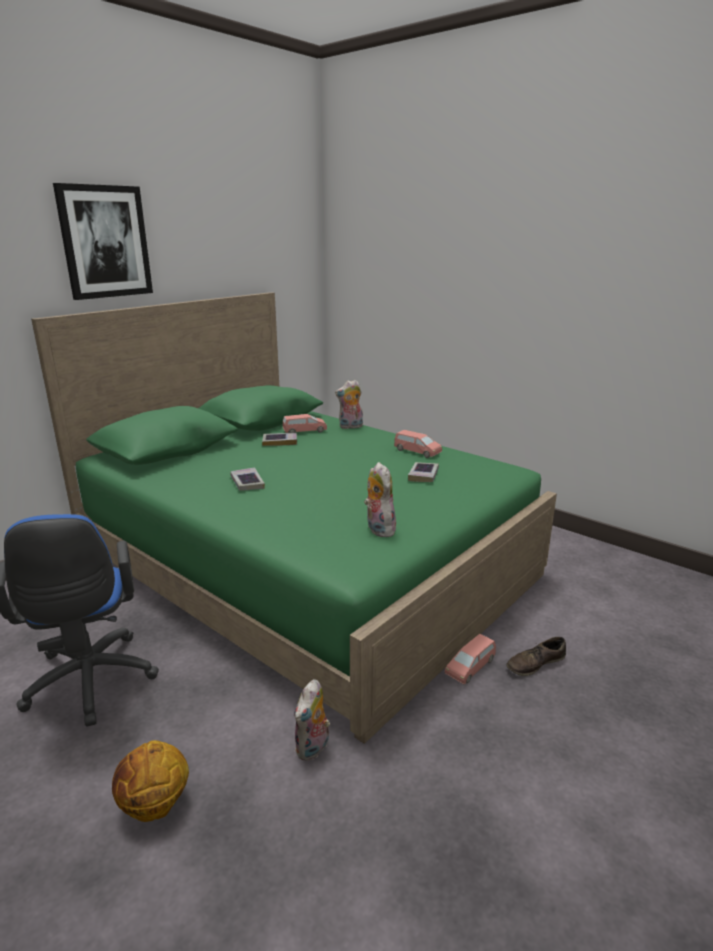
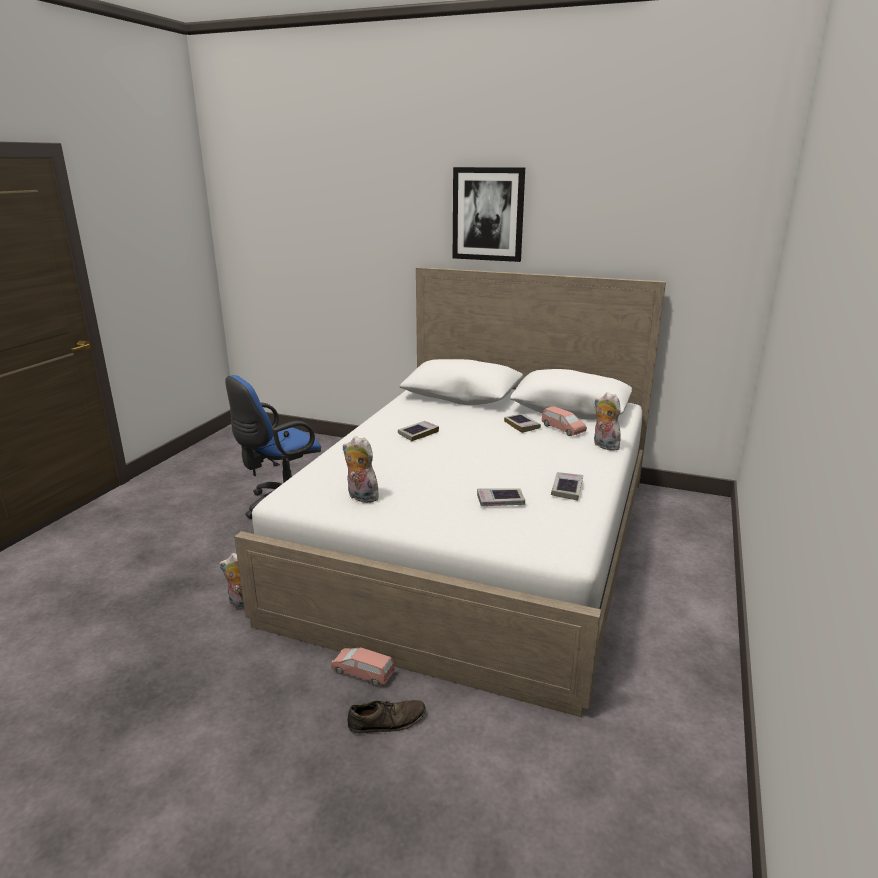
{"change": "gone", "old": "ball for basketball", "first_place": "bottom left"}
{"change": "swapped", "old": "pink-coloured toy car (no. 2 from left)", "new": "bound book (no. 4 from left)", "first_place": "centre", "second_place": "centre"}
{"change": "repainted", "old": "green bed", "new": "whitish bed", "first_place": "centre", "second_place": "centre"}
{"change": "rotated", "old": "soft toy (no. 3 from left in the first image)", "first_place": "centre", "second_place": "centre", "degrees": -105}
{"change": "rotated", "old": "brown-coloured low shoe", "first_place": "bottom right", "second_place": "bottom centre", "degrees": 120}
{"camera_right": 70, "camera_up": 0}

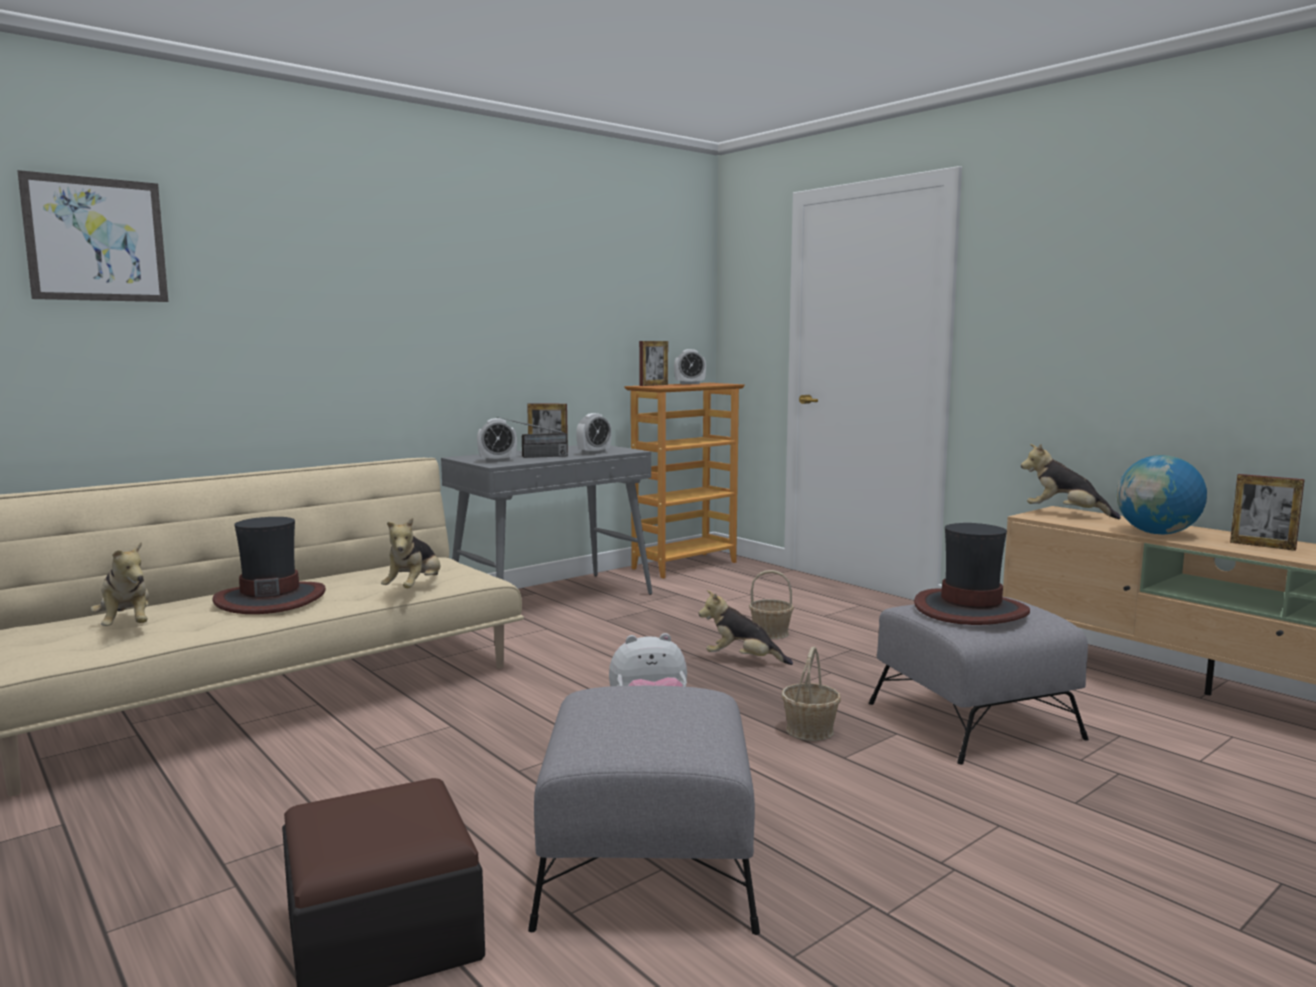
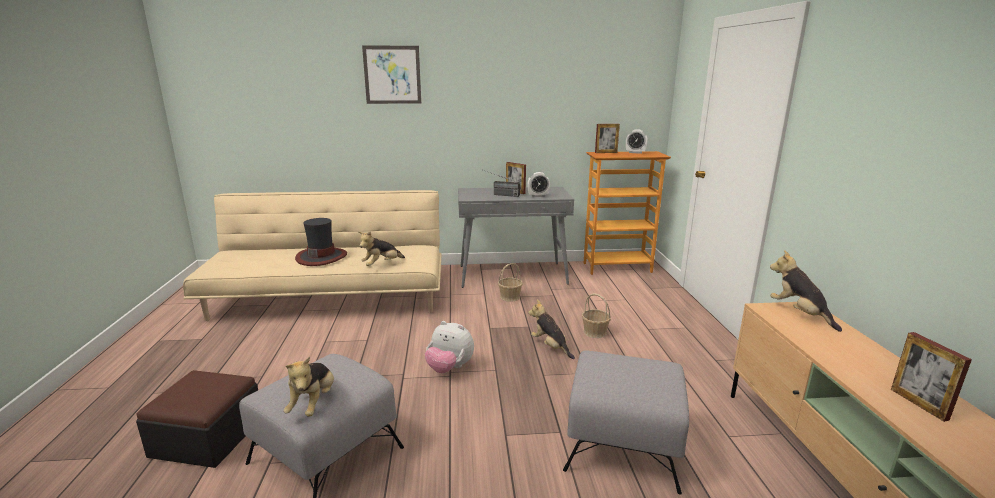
{"change": "gone", "old": "bedside clock (no. 1 from left)", "first_place": "centre"}
{"change": "gone", "old": "hat (no. 2 from left)", "first_place": "middle right"}
{"change": "gone", "old": "globe", "first_place": "middle right"}
{"change": "shifted", "old": "wall art", "first_place": "top left", "second_place": "top centre"}
{"change": "shifted", "old": "soft toy (no. 1 from left)", "first_place": "middle left", "second_place": "bottom left"}
{"change": "shifted", "old": "household basket (no. 2 from left in the first image)", "new": "household basket (no. 1 from left)", "first_place": "bottom centre", "second_place": "centre"}
{"camera_right": 35, "camera_up": 10}

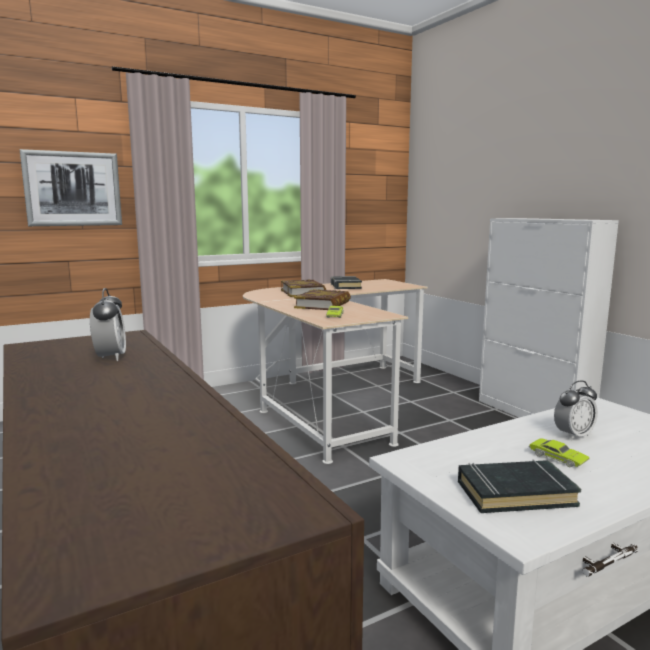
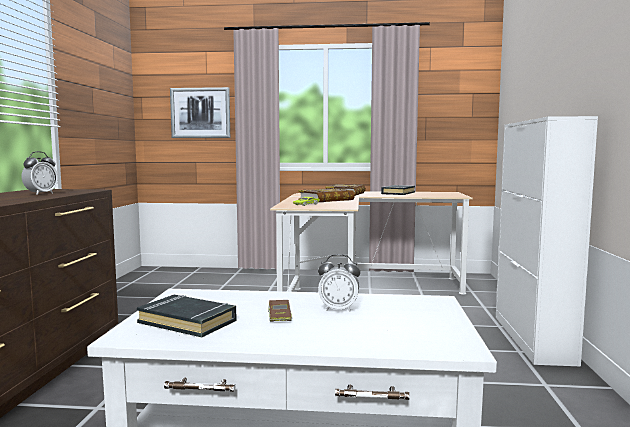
{"change": "repainted", "old": "green toy car (no. 2 from left)", "new": "brown-coloured toy car", "first_place": "bottom right", "second_place": "bottom centre"}
{"camera_right": 35, "camera_up": -5}

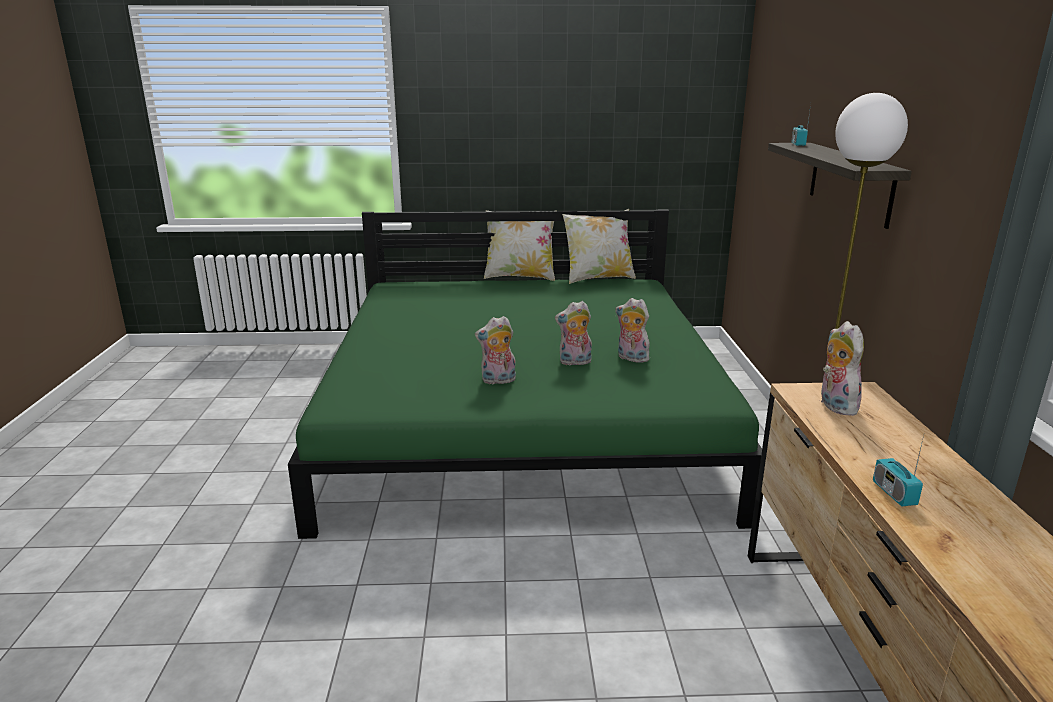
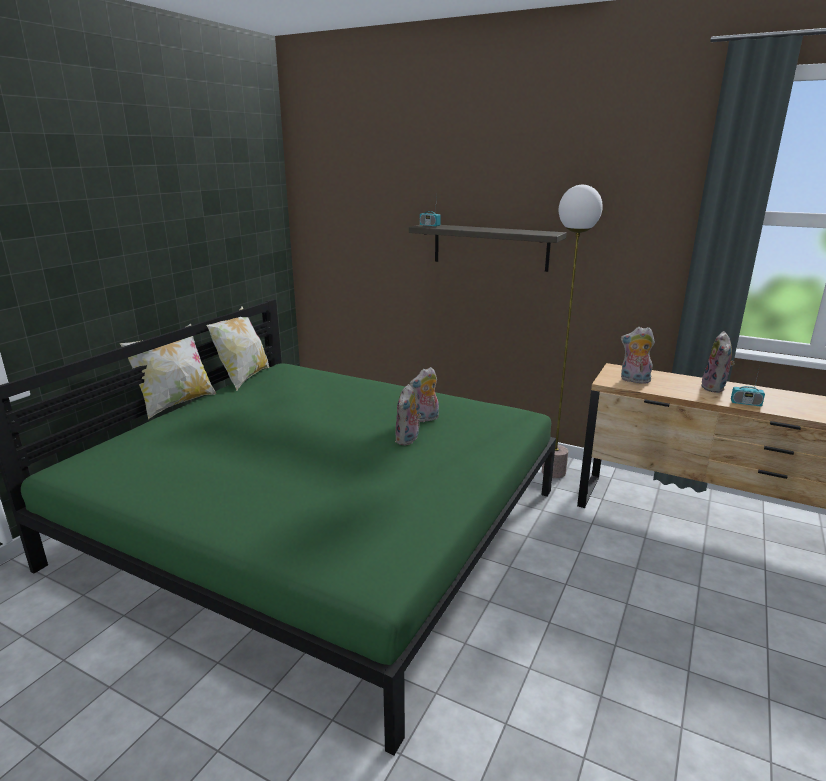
{"change": "shifted", "old": "soft toy (no. 1 from left in the first image)", "new": "soft toy (no. 4 from left)", "first_place": "centre", "second_place": "middle right"}
{"camera_right": -60, "camera_up": 0}

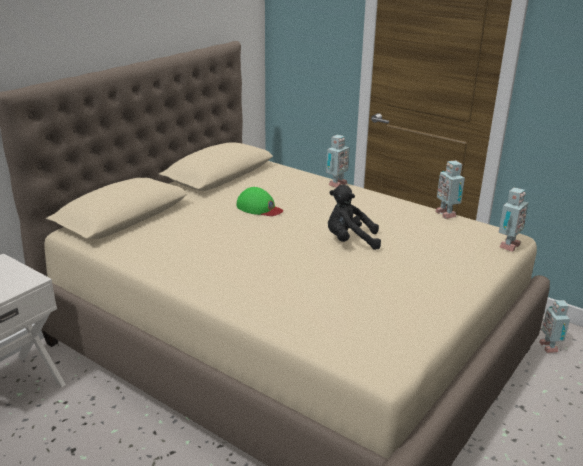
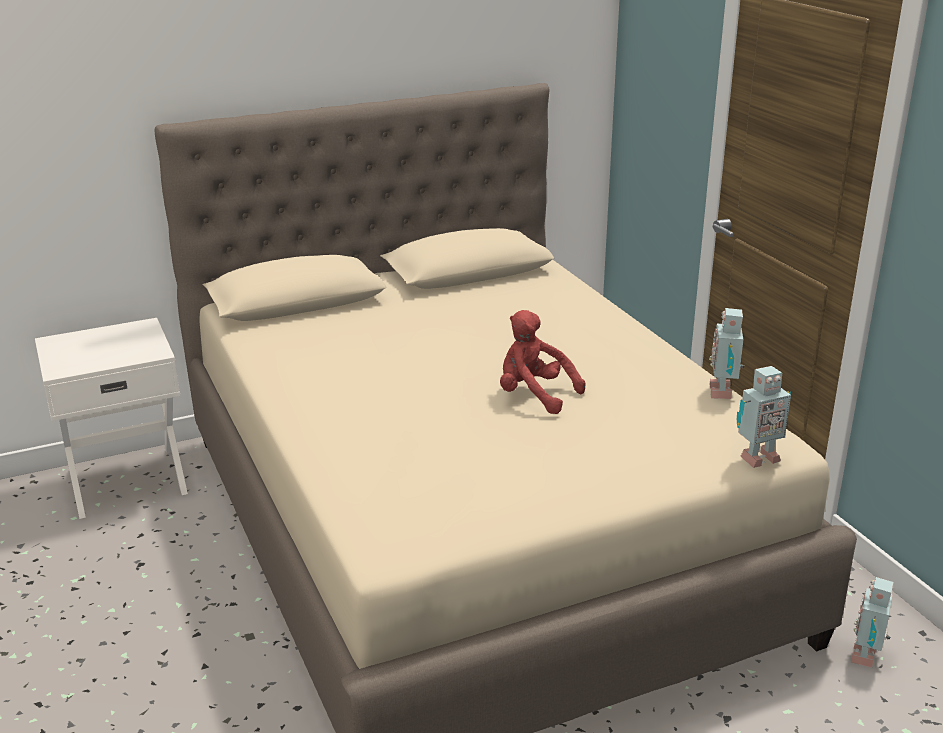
{"change": "gone", "old": "green baseball cap", "first_place": "centre"}
{"change": "gone", "old": "toy robot (no. 1 from left)", "first_place": "centre"}
{"change": "repainted", "old": "blackish soft toy", "new": "reddish soft toy", "first_place": "centre", "second_place": "centre"}
{"camera_right": 30, "camera_up": 0}

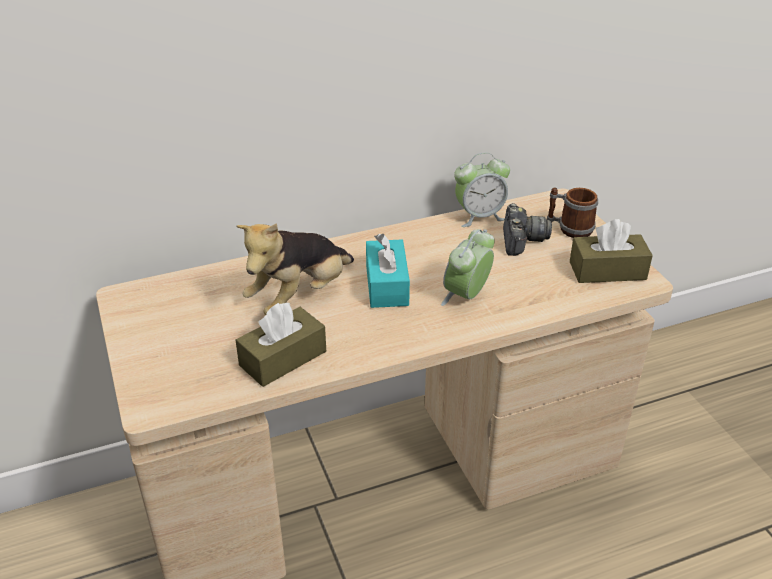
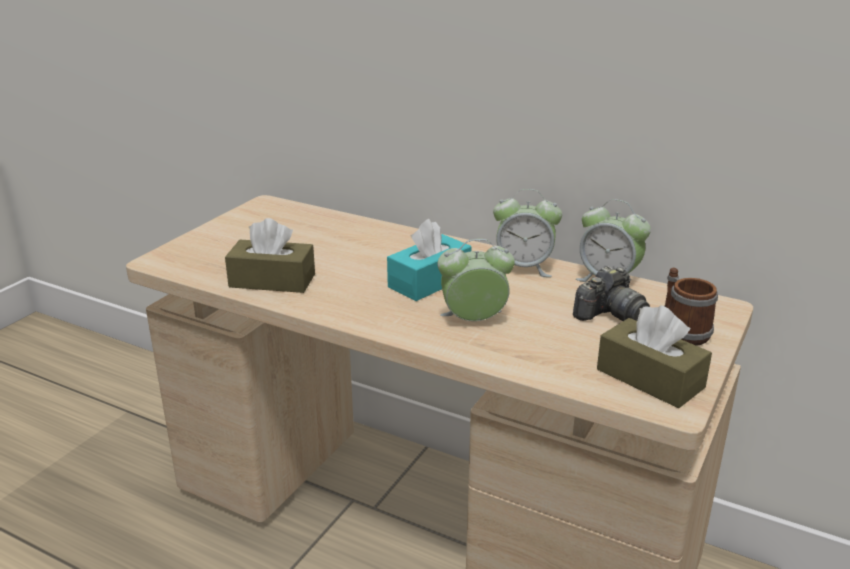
{"change": "gone", "old": "soft toy", "first_place": "centre"}
{"change": "new", "new": "bedside clock (no. 2 from left)", "second_place": "centre"}
{"camera_right": 50, "camera_up": -10}

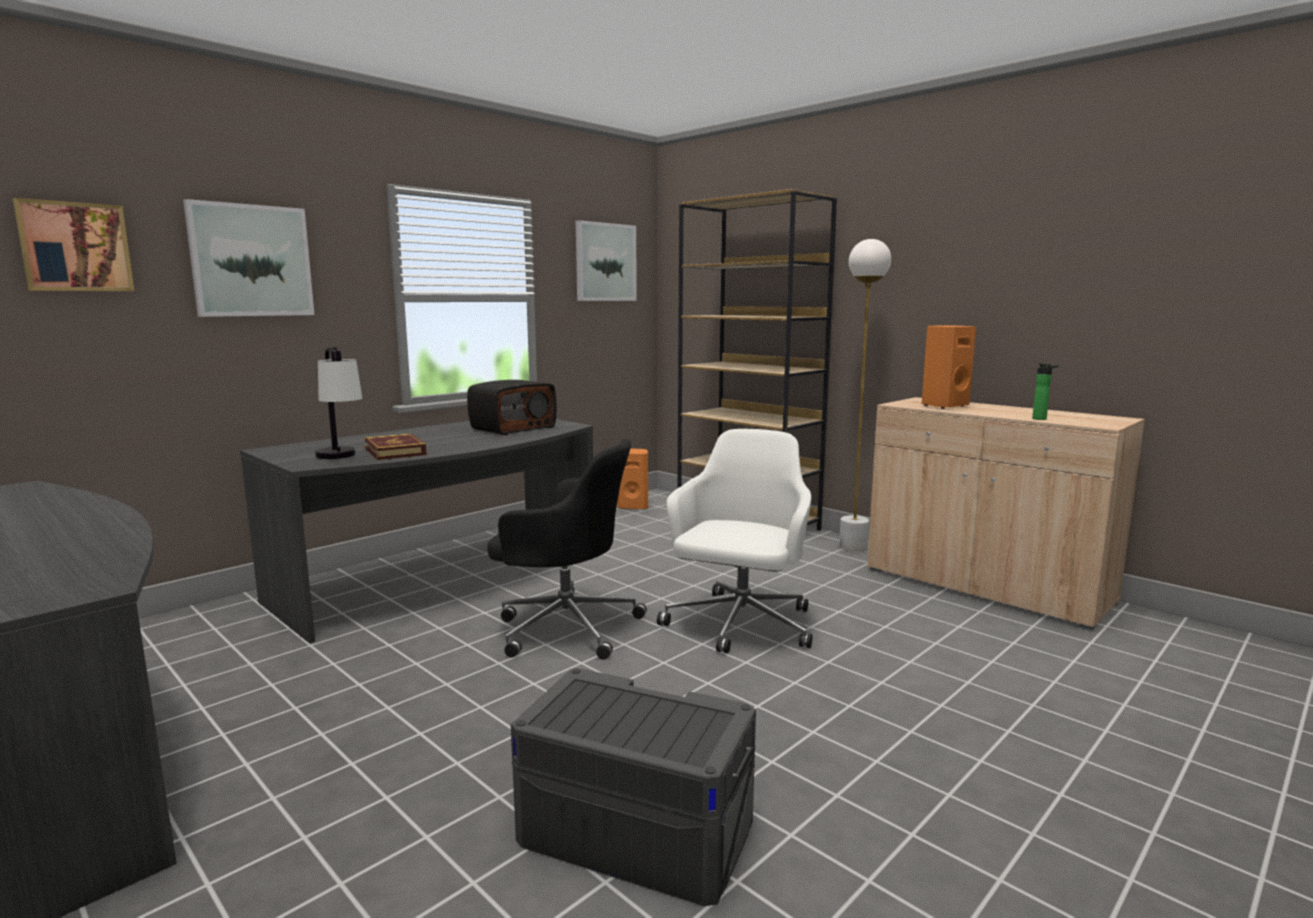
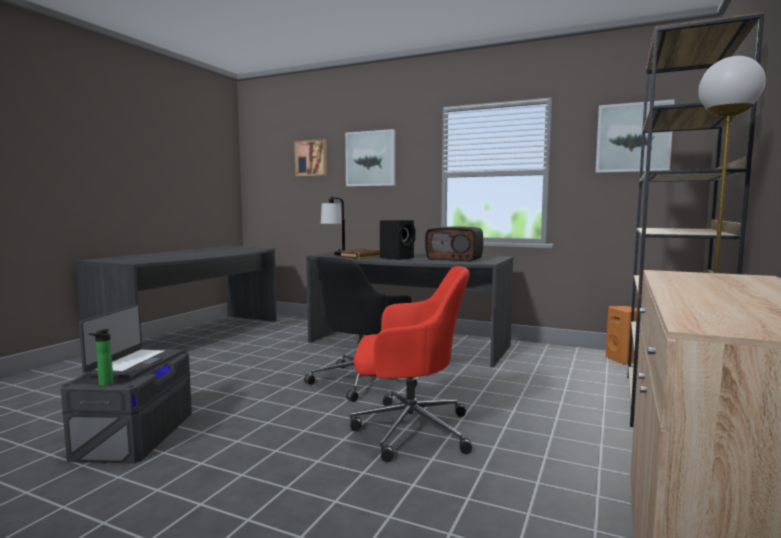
{"change": "gone", "old": "orangey audio speaker (no. 2 from left)", "first_place": "middle right"}
{"change": "new", "new": "notebook computer", "second_place": "middle left"}
{"change": "new", "new": "blackish audio speaker", "second_place": "centre"}
{"change": "shifted", "old": "beverage bottle", "first_place": "middle right", "second_place": "middle left"}
{"change": "repainted", "old": "whitish desk chair", "new": "reddish desk chair", "first_place": "centre", "second_place": "bottom centre"}
{"change": "rotated", "old": "blackish desk chair", "first_place": "centre", "second_place": "centre", "degrees": 45}
{"camera_right": 70, "camera_up": -5}

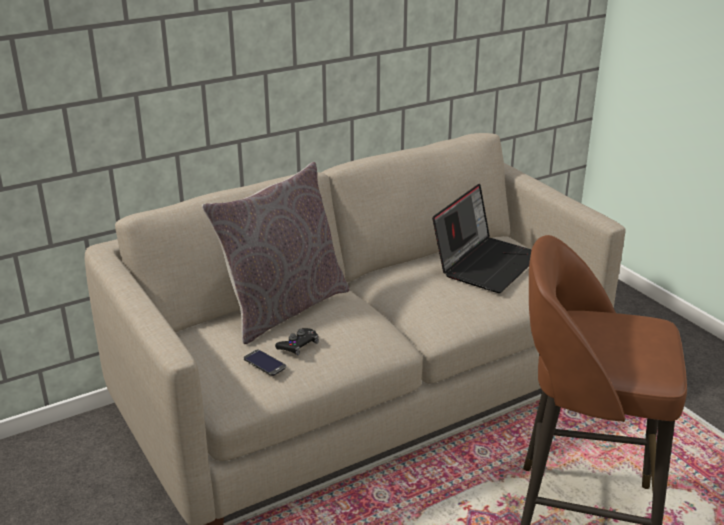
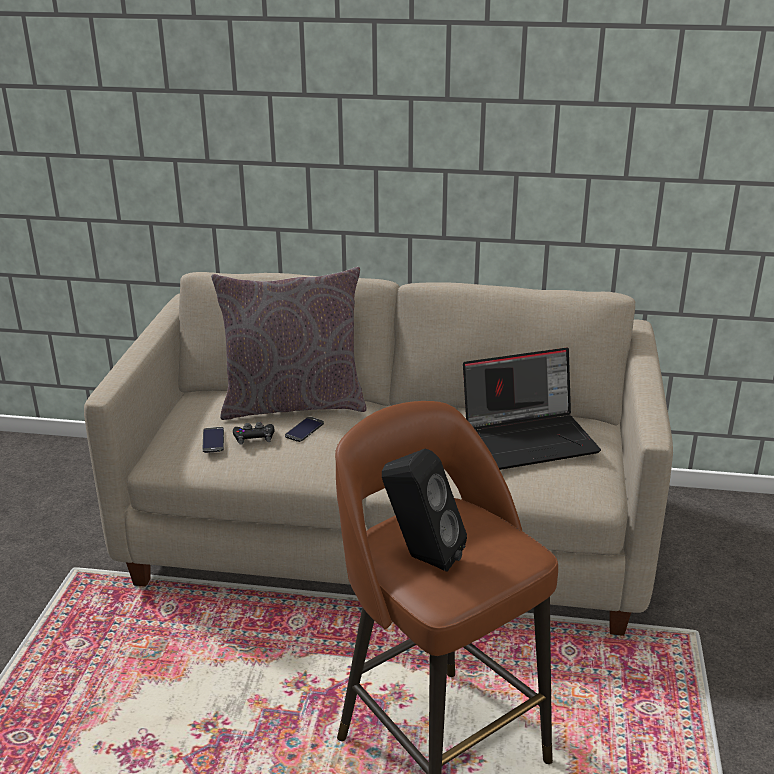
{"change": "new", "new": "telephone (no. 2 from left)", "second_place": "centre"}
{"change": "new", "new": "blackish audio speaker", "second_place": "centre"}
{"camera_right": 40, "camera_up": 0}

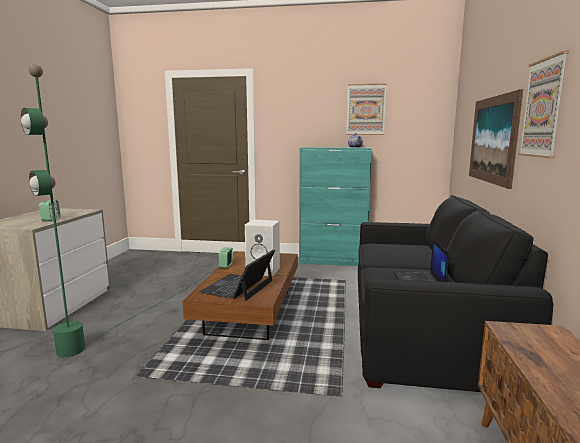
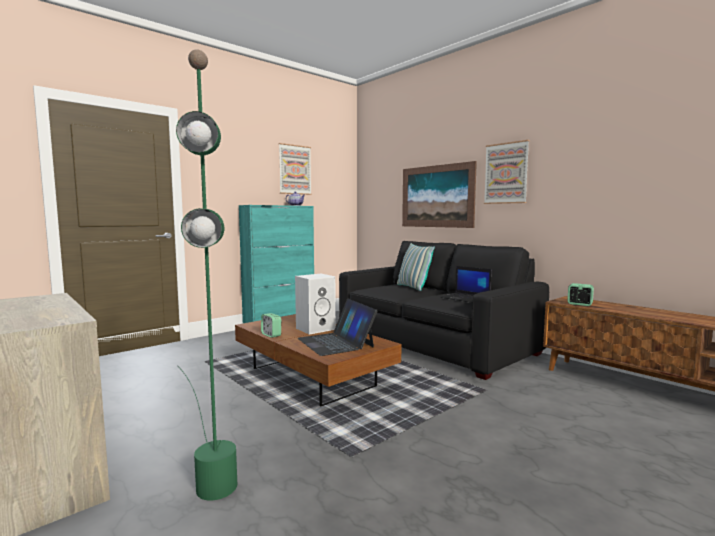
{"change": "new", "new": "cushion", "second_place": "centre"}
{"change": "shifted", "old": "bedside clock (no. 1 from left in the first image)", "new": "bedside clock (no. 2 from left)", "first_place": "middle left", "second_place": "middle right"}
{"camera_right": -50, "camera_up": -5}

